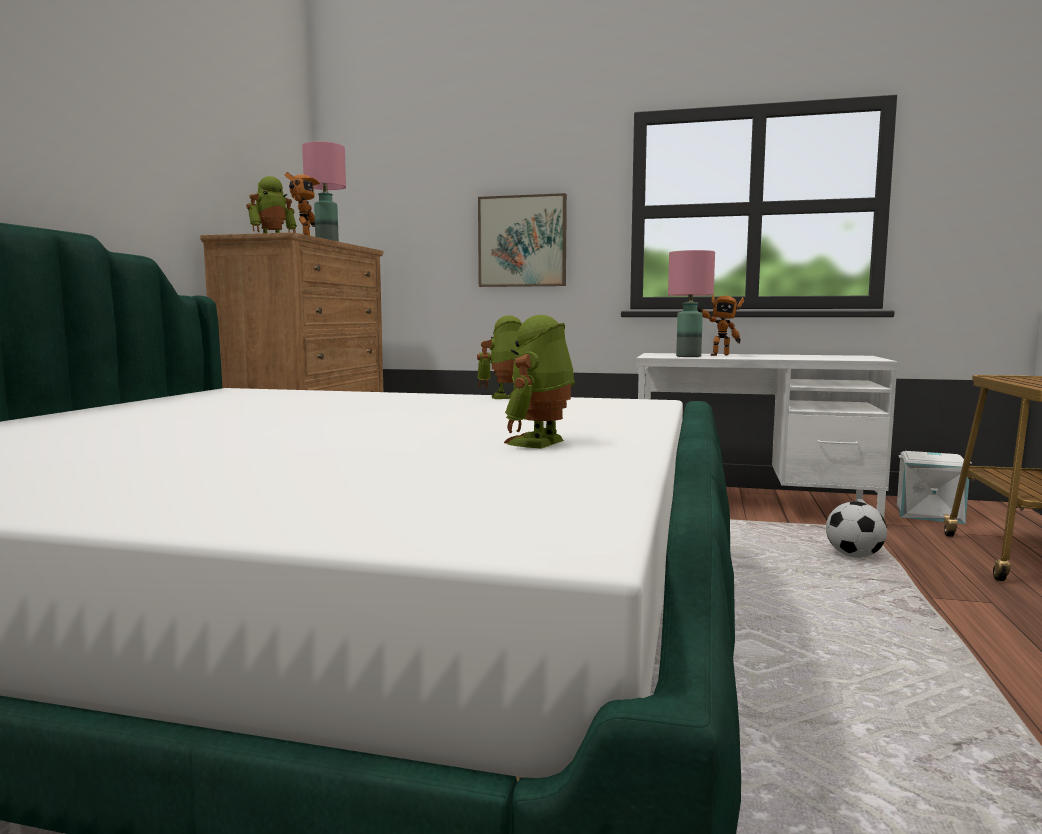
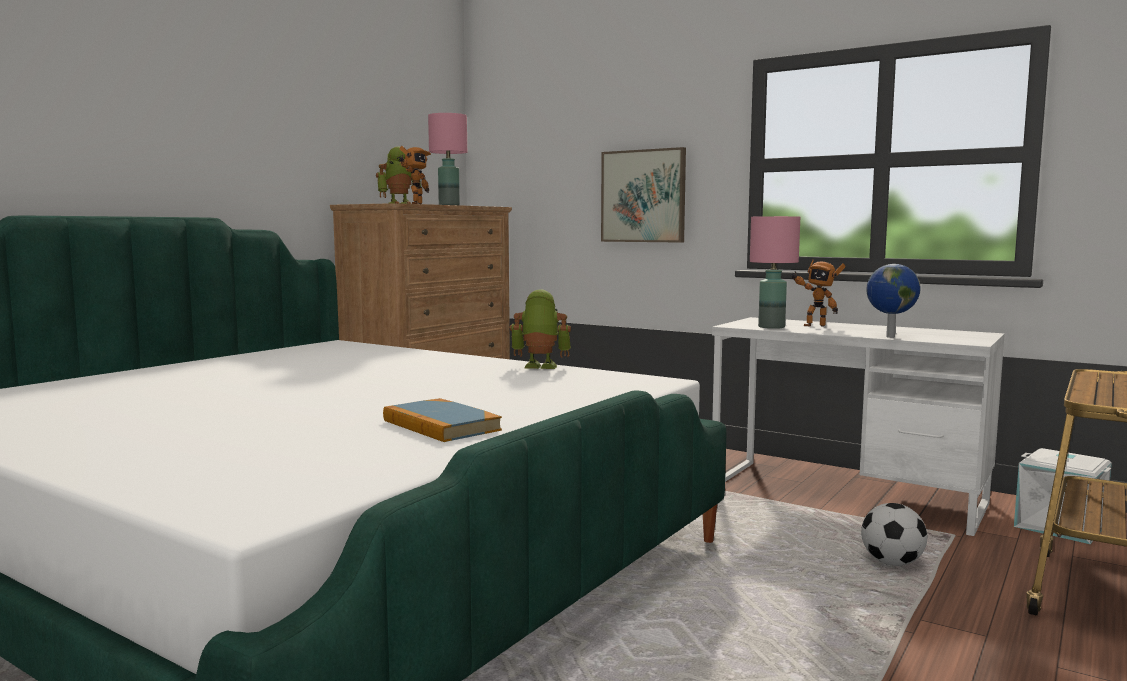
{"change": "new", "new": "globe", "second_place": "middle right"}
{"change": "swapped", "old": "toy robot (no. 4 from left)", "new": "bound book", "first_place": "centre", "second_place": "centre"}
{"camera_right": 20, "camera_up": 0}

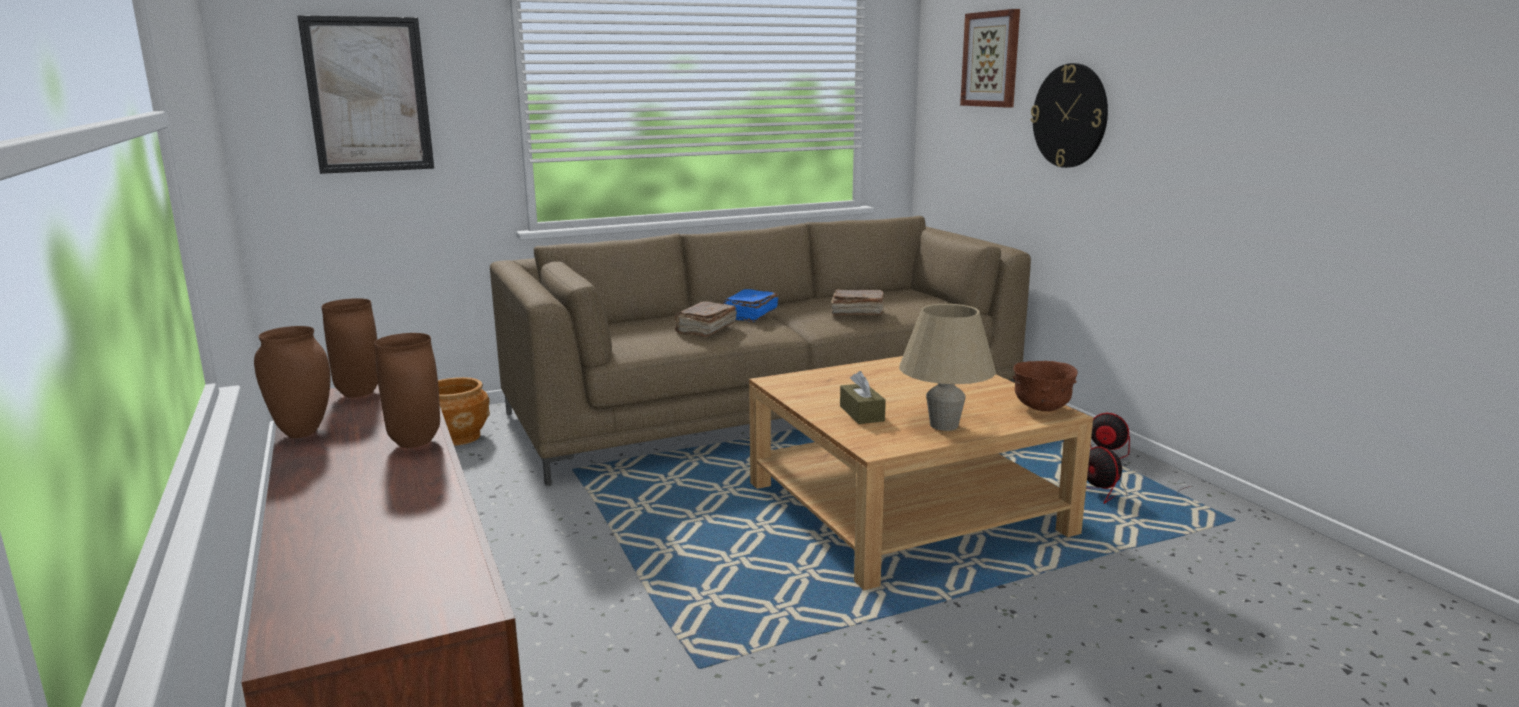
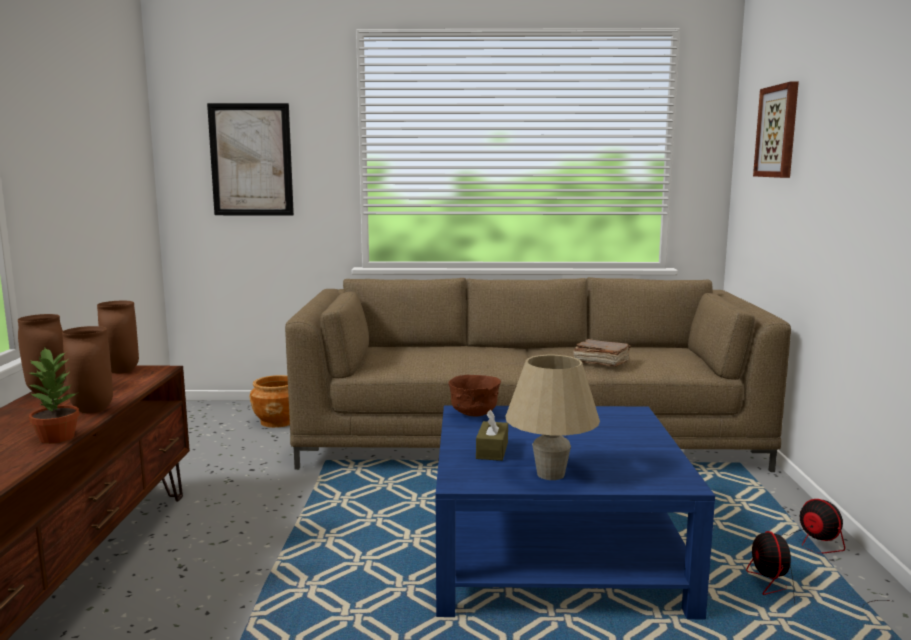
{"change": "gone", "old": "brown-coloured bound book (no. 1 from left)", "first_place": "centre"}
{"change": "gone", "old": "blue-coloured bound book", "first_place": "centre"}
{"change": "gone", "old": "wall clock", "first_place": "top right"}
{"change": "new", "new": "potted plant", "second_place": "middle left"}
{"change": "shifted", "old": "brown-coloured serving bowl", "first_place": "middle right", "second_place": "centre"}
{"change": "repainted", "old": "beige-coloured lounge table", "new": "blue-coloured lounge table", "first_place": "bottom centre", "second_place": "bottom centre"}
{"camera_right": 25, "camera_up": -5}

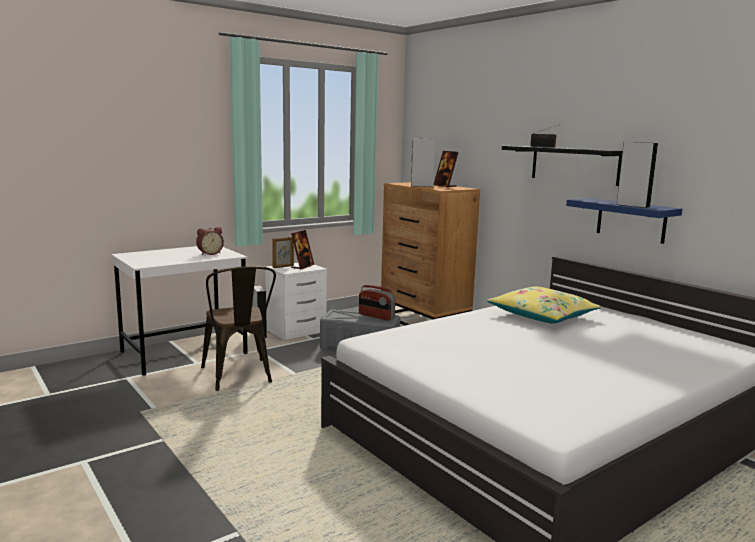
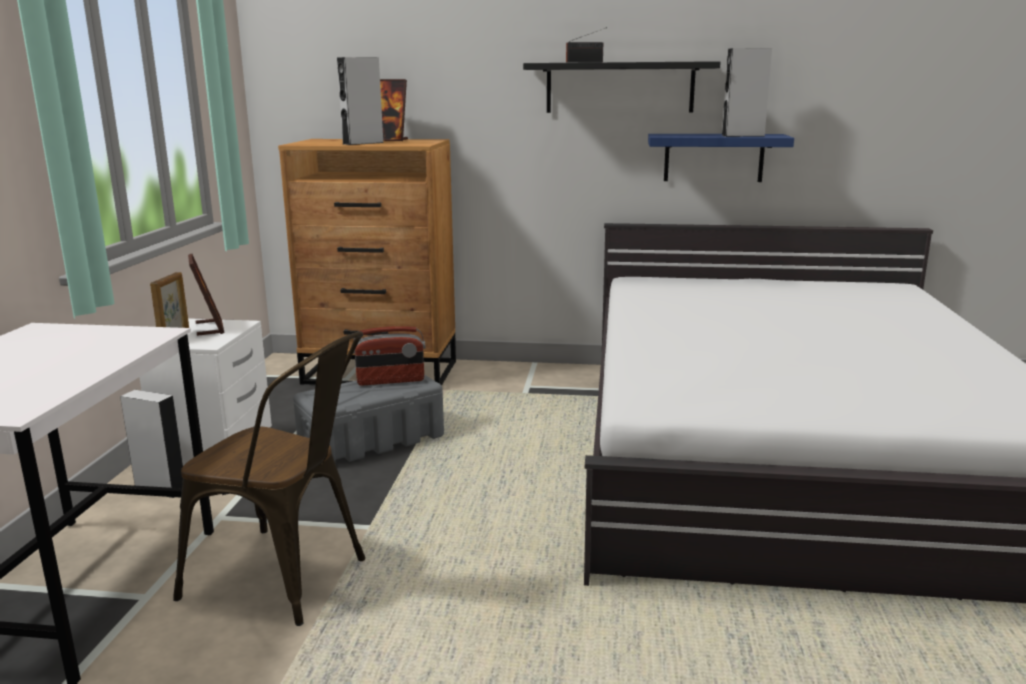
{"change": "gone", "old": "bedside clock", "first_place": "middle left"}
{"change": "gone", "old": "yellowish cushion", "first_place": "middle right"}
{"camera_right": -45, "camera_up": 5}

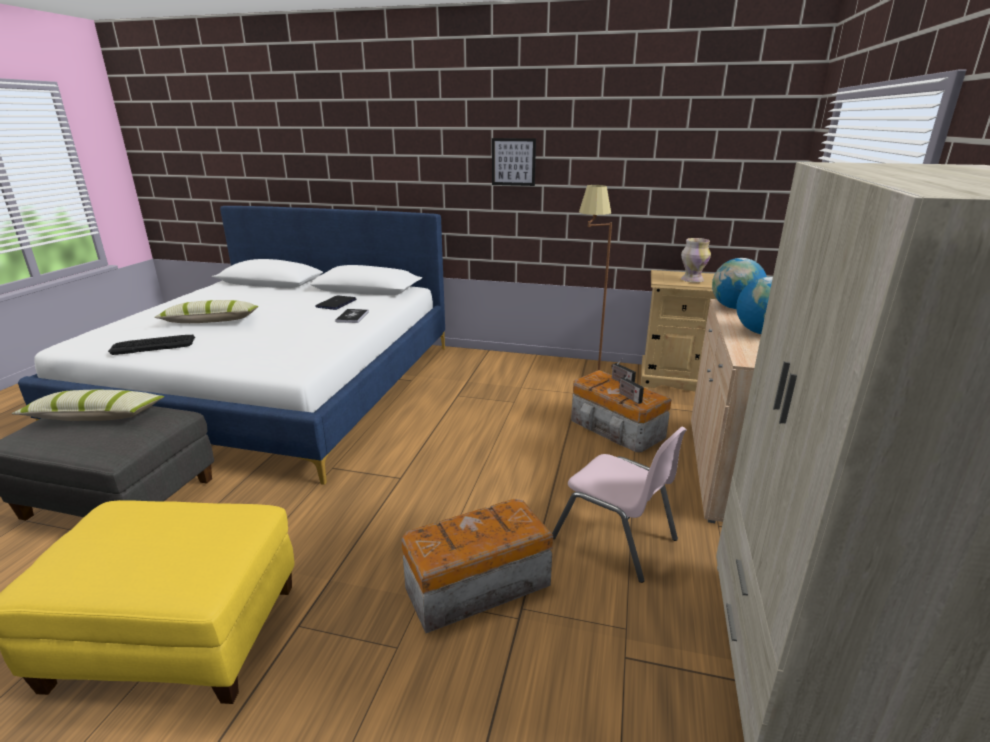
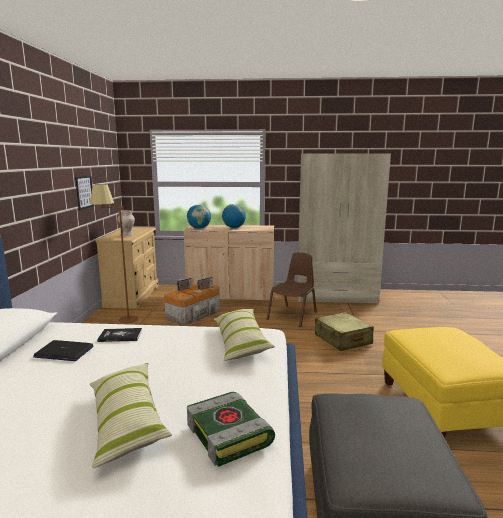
{"change": "shifted", "old": "cushion (no. 1 from left in the first image)", "new": "cushion (no. 2 from left)", "first_place": "middle left", "second_place": "centre"}
{"change": "shifted", "old": "wall art", "first_place": "top centre", "second_place": "middle left"}
{"change": "swapped", "old": "computer keyboard", "new": "bound book (no. 2 from left)", "first_place": "middle left", "second_place": "bottom centre"}
{"change": "swapped", "old": "storage bin (no. 1 from left)", "new": "beige-coloured suitcase", "first_place": "bottom centre", "second_place": "middle right"}
{"change": "repainted", "old": "pink-coloured plain chair", "new": "brown-coloured plain chair", "first_place": "bottom centre", "second_place": "centre"}
{"camera_right": -100, "camera_up": -10}

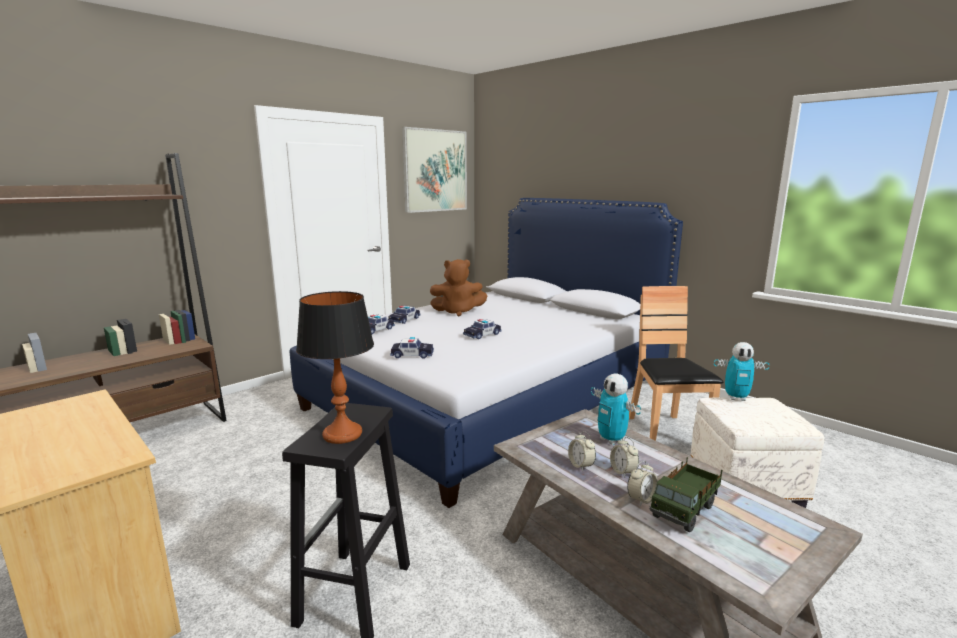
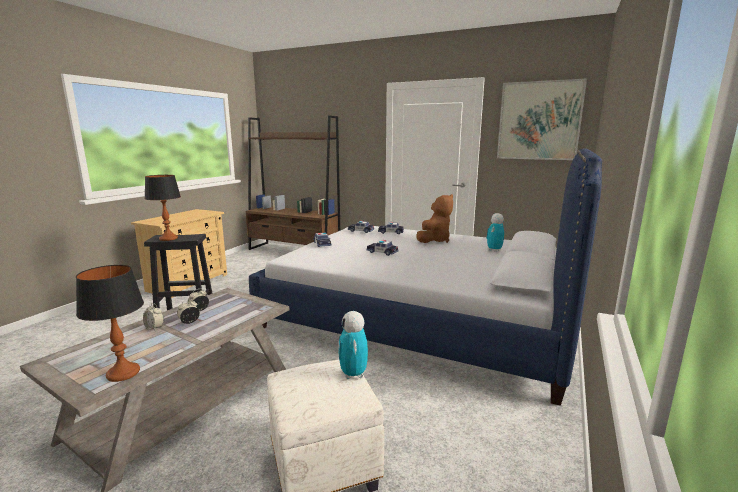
{"change": "gone", "old": "brown-coloured plain chair", "first_place": "middle right"}
{"change": "gone", "old": "toy truck", "first_place": "bottom right"}
{"change": "new", "new": "lamp for a table (no. 1 from left)", "second_place": "middle left"}
{"change": "shifted", "old": "toy robot (no. 1 from left in the first image)", "new": "toy robot (no. 2 from left)", "first_place": "centre", "second_place": "middle right"}
{"change": "rotated", "old": "brown-coloured soft toy", "first_place": "centre", "second_place": "centre", "degrees": -120}
{"camera_right": 70, "camera_up": 0}

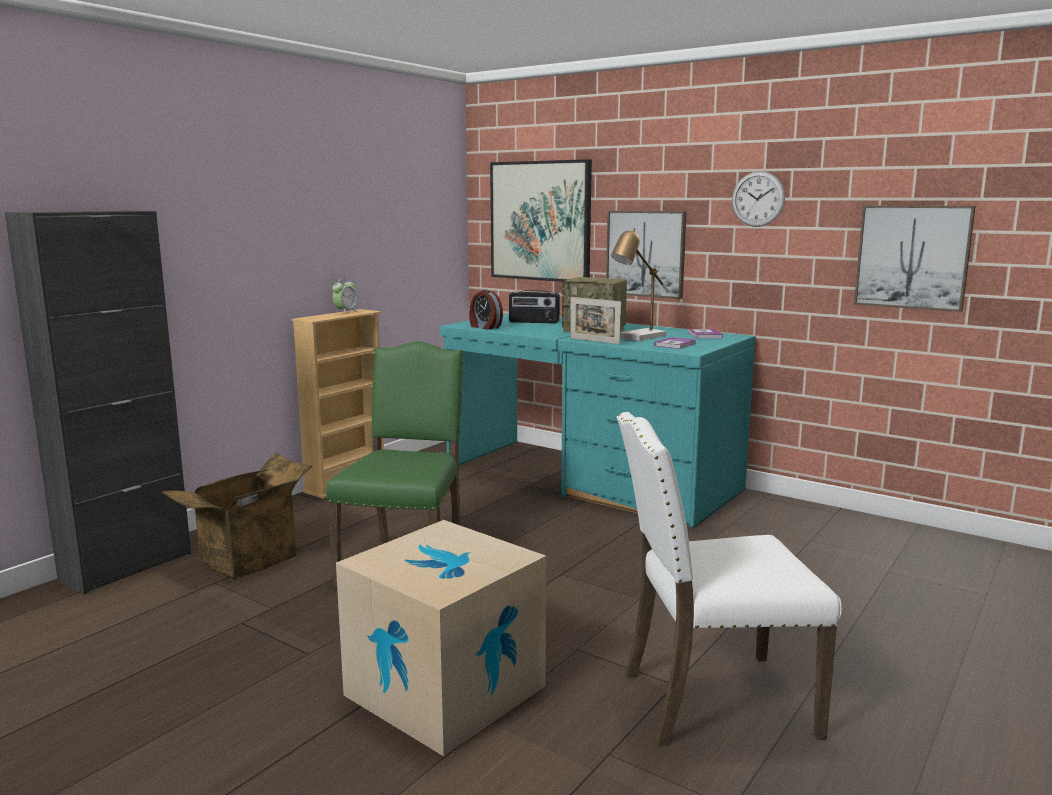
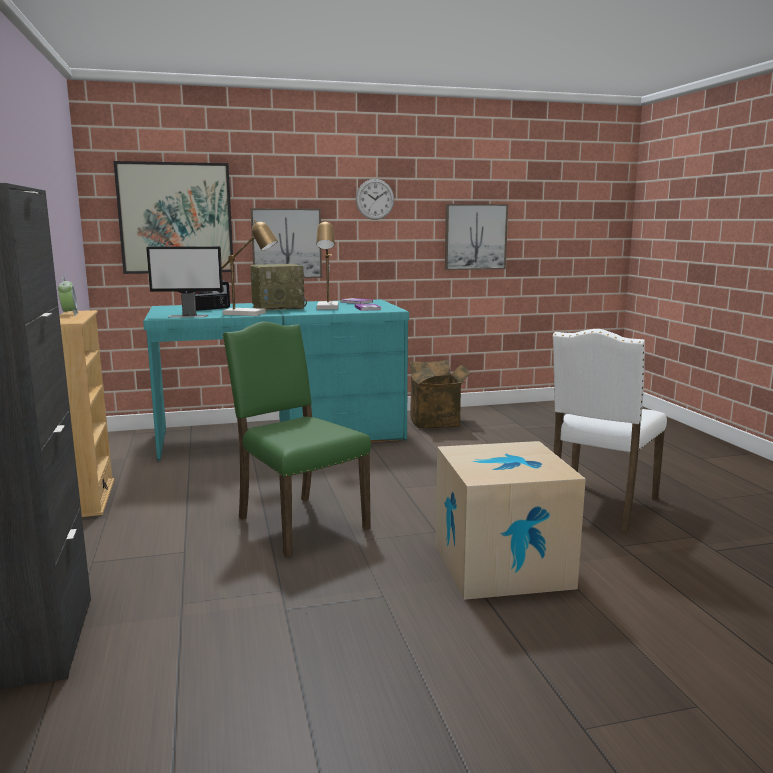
{"change": "gone", "old": "standing frame", "first_place": "centre"}
{"change": "new", "new": "lamp for a table (no. 1 from left)", "second_place": "middle left"}
{"change": "shifted", "old": "packing box (no. 1 from left)", "first_place": "middle left", "second_place": "centre"}
{"change": "swapped", "old": "bedside clock (no. 2 from left)", "new": "computer display", "first_place": "centre", "second_place": "middle left"}
{"camera_right": -50, "camera_up": 0}

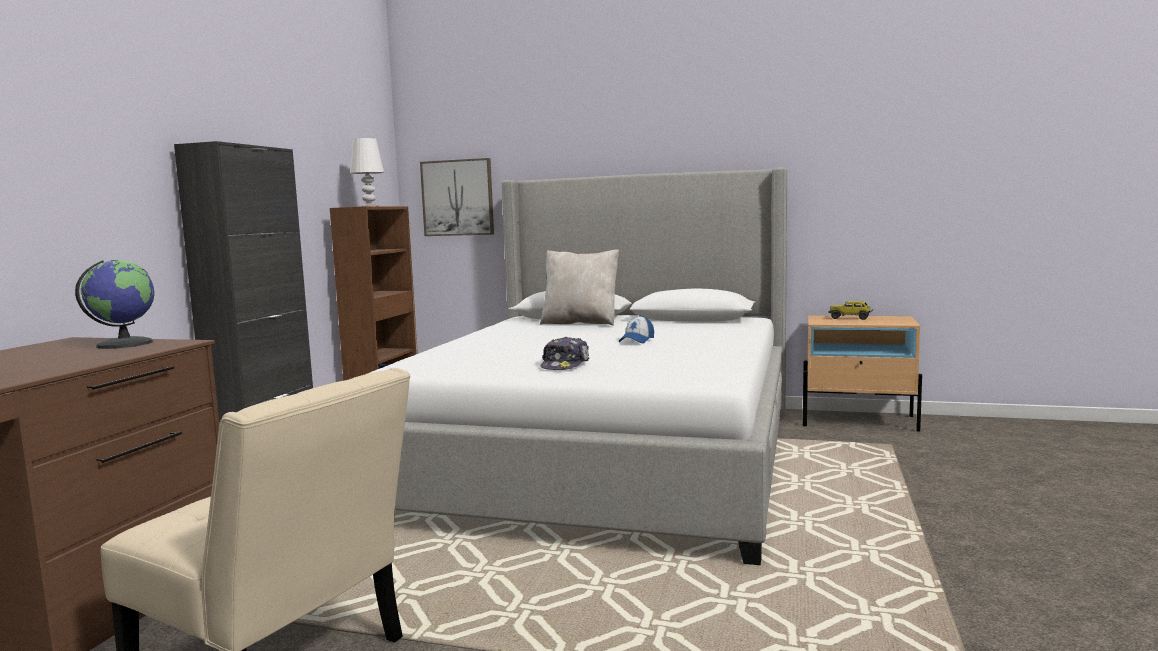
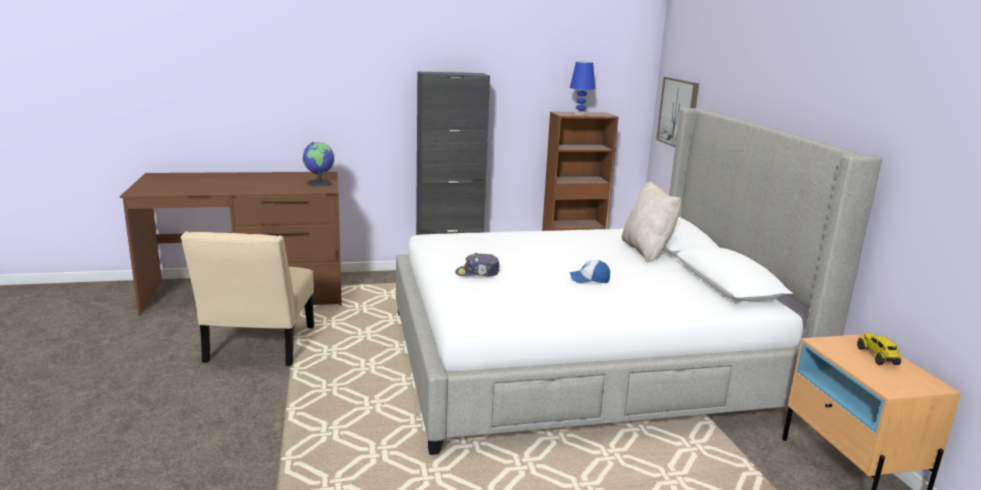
{"change": "repainted", "old": "whitish lamp for a table", "new": "blue-coloured lamp for a table", "first_place": "top left", "second_place": "top centre"}
{"camera_right": 60, "camera_up": 10}

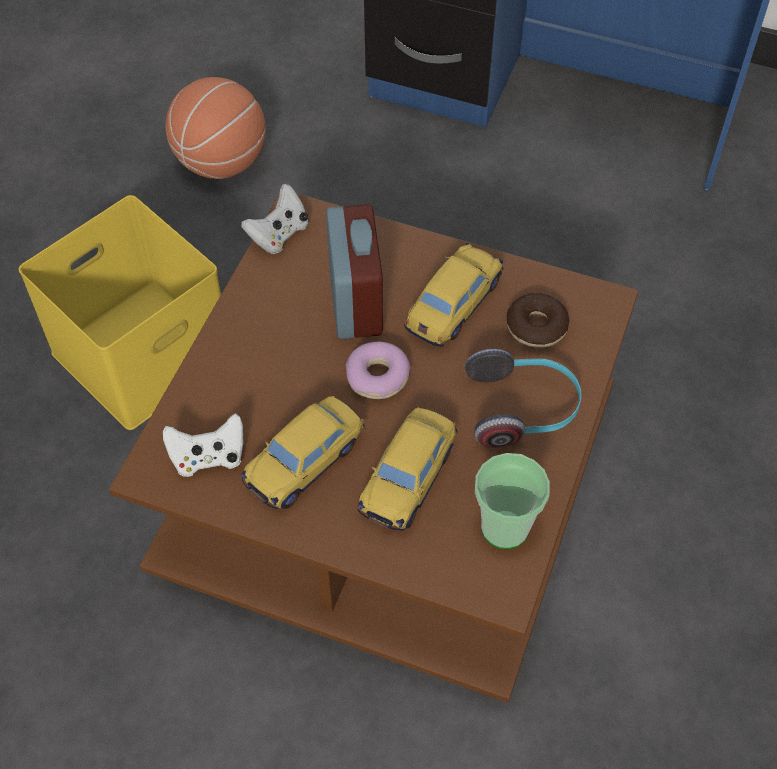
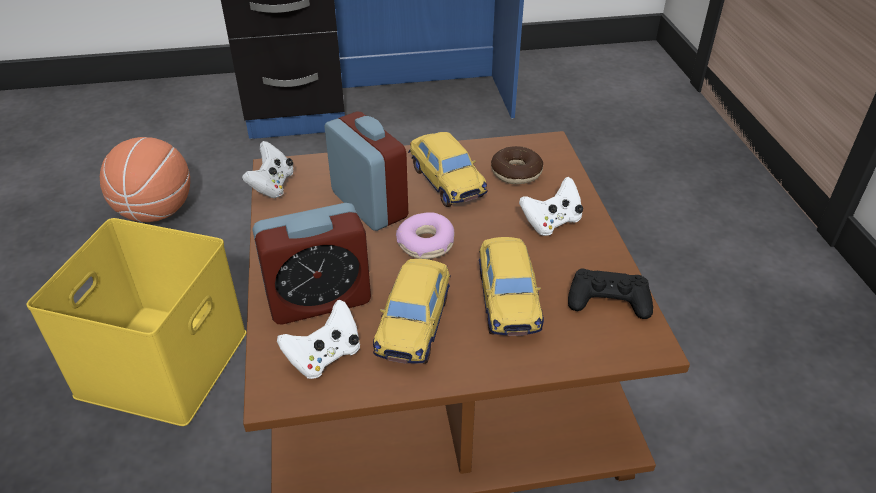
{"change": "new", "new": "bedside clock (no. 1 from left)", "second_place": "centre"}
{"change": "swapped", "old": "pair of headphones", "new": "whitish game controller (no. 3 from left)", "first_place": "middle right", "second_place": "centre"}
{"change": "swapped", "old": "small cup", "new": "blackish game controller", "first_place": "centre", "second_place": "middle right"}
{"change": "rotated", "old": "toy car (no. 3 from left in the first image)", "first_place": "centre", "second_place": "centre", "degrees": 150}
{"camera_right": -30, "camera_up": -15}

